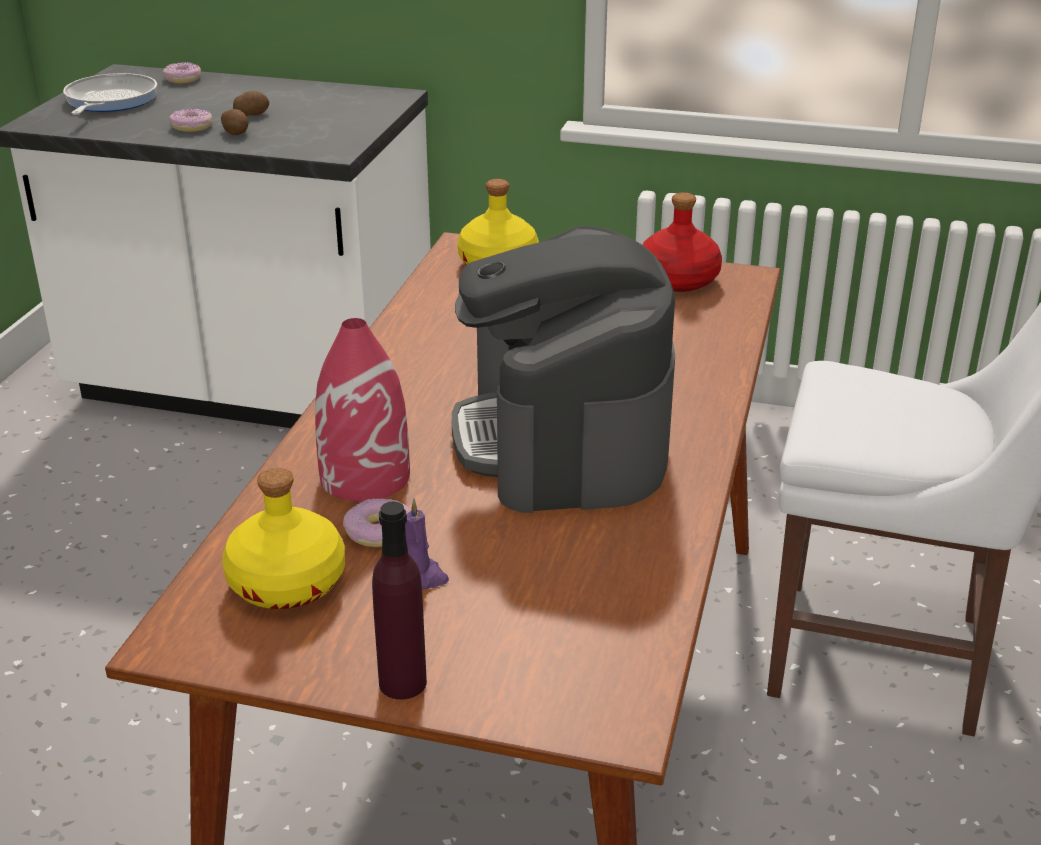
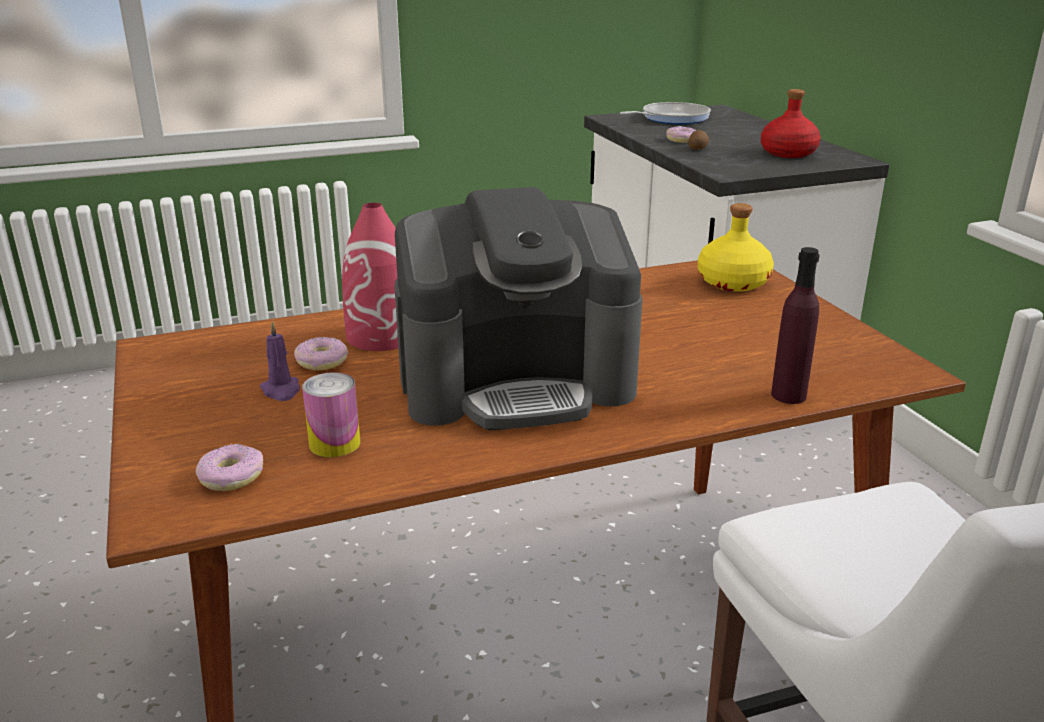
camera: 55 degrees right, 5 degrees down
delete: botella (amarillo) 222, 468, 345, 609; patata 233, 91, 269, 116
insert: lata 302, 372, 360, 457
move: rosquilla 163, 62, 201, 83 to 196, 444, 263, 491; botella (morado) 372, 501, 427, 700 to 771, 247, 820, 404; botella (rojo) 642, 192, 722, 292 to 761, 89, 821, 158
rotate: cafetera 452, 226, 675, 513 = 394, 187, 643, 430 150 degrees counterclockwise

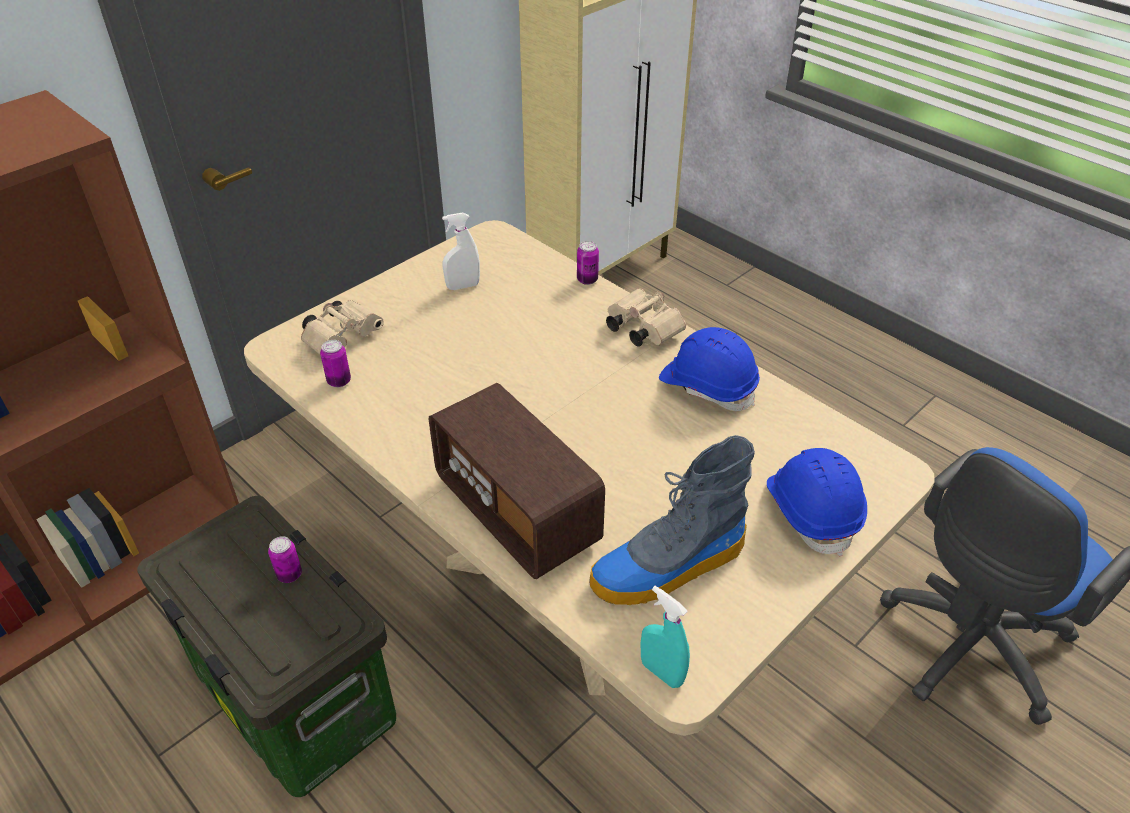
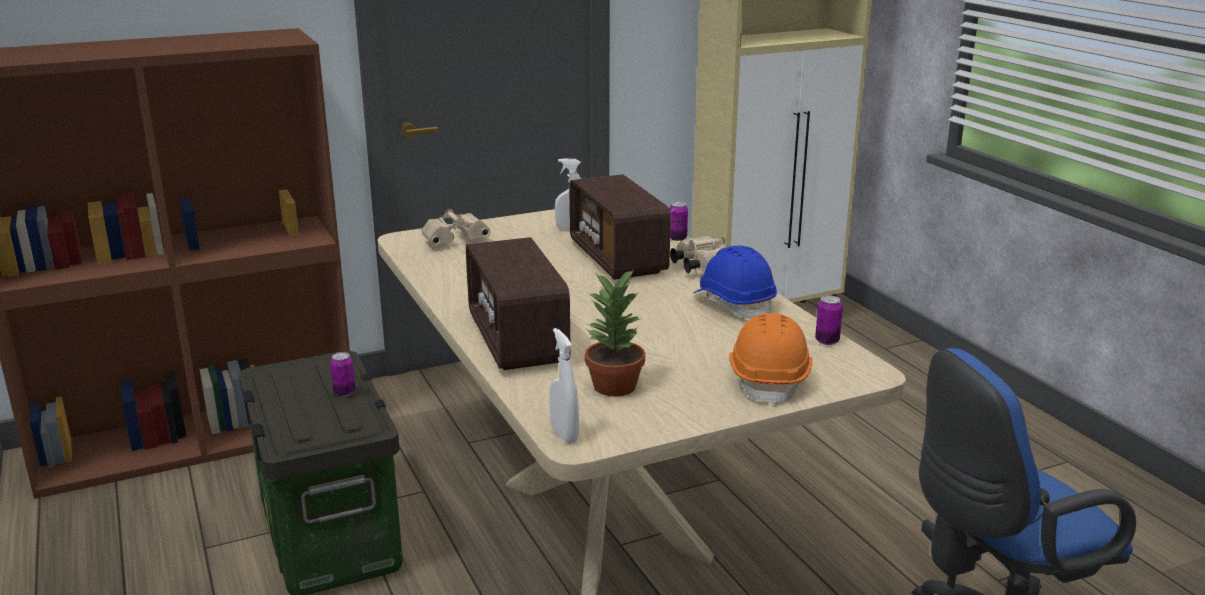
camera: 20 degrees right, 20 degrees down
insert: radio 569, 174, 671, 280
move: lata 320, 340, 351, 387 to 815, 296, 843, 345
replace: bota 589, 435, 755, 606 to planta en maceta 585, 268, 645, 396
recolor: pulverizador (turquesa) 641, 586, 690, 688 to pulverizador (blanco) 549, 328, 579, 444; casco (azul) 767, 448, 867, 556 to casco (naranja) 729, 313, 812, 407

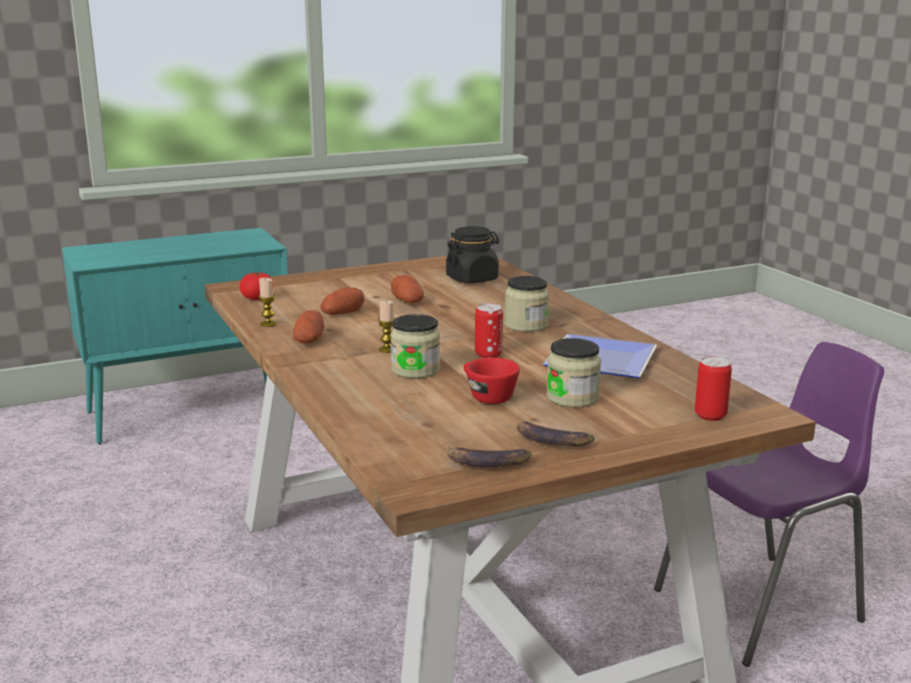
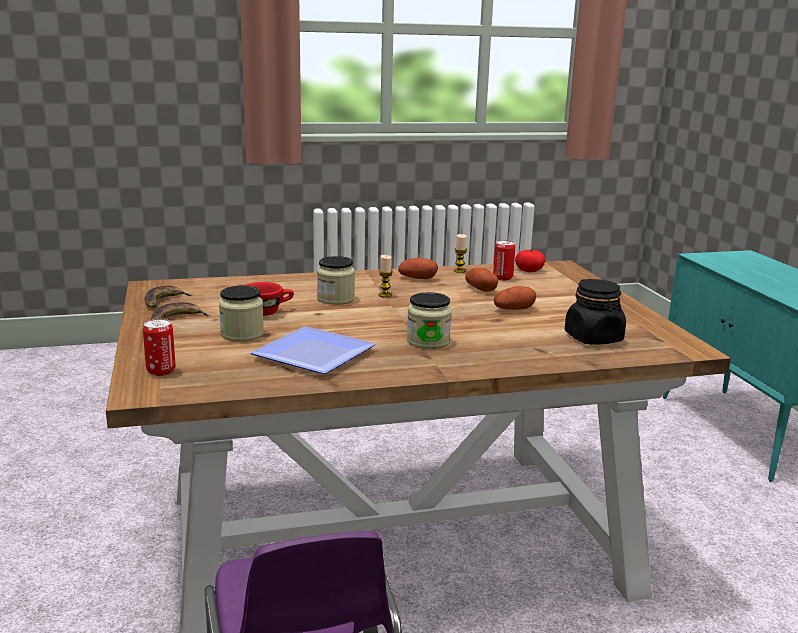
camera: 100 degrees right, 0 degrees up
move: lata 475, 303, 503, 358 to 493, 240, 515, 280

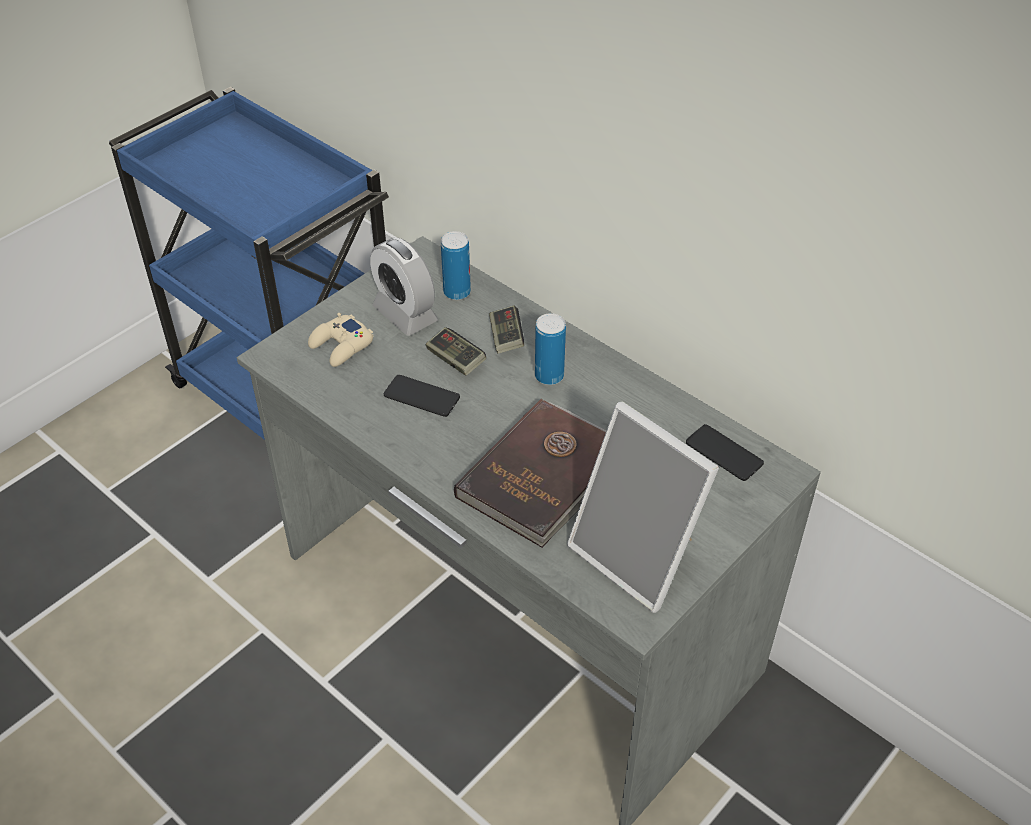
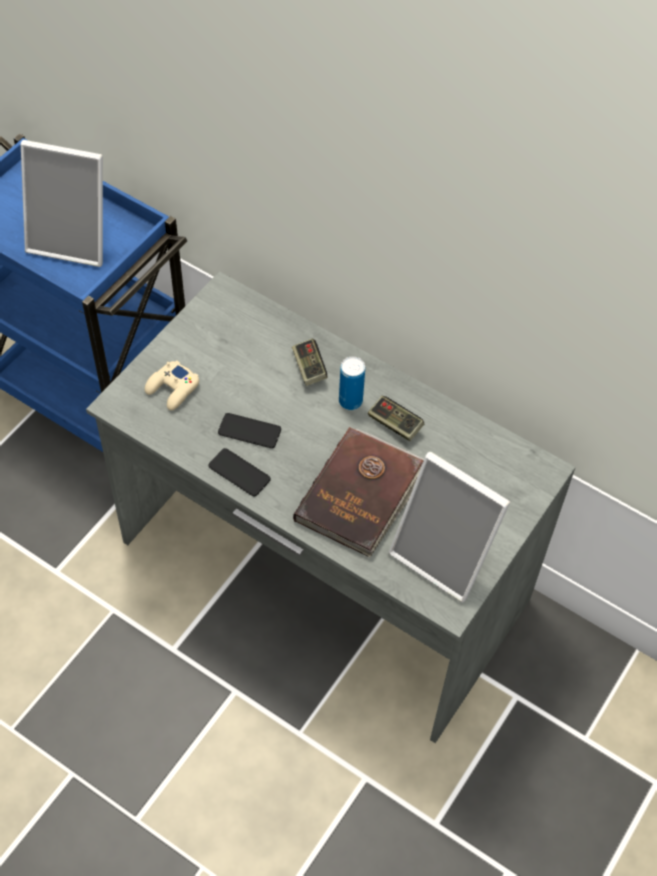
camera: 10 degrees left, 10 degrees up
delete: despertador 370, 237, 438, 336; lata 441, 231, 471, 300
insert: portarretratos 21, 140, 103, 267
move: mando de consola 426, 327, 486, 376 to 368, 396, 424, 441; móvil 686, 424, 764, 481 to 209, 448, 271, 497

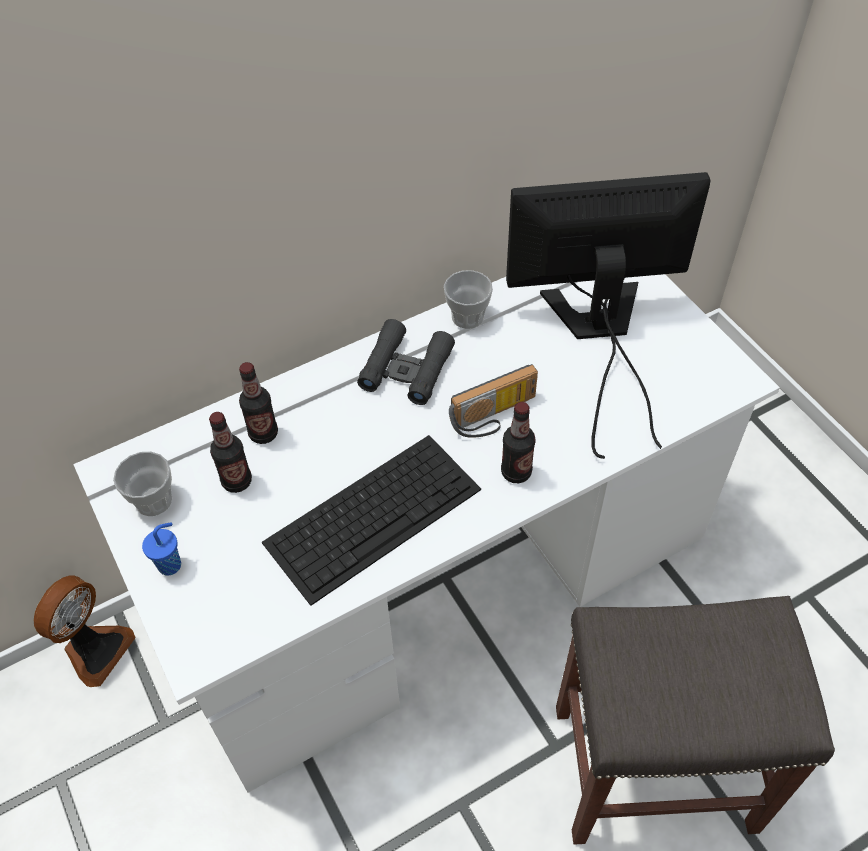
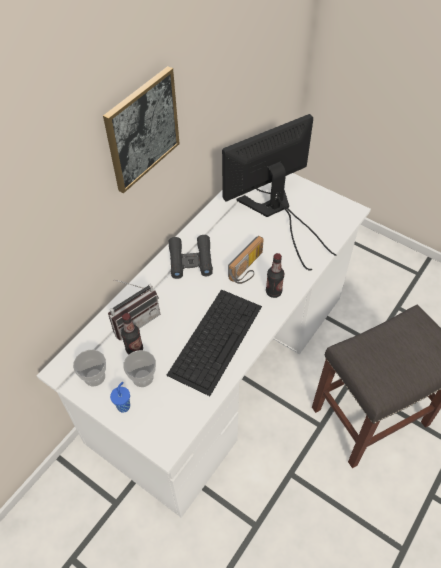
camera: 25 degrees left, 0 degrees up
delete: ventilador 34, 575, 136, 687
insert: cuadro 103, 66, 180, 193
move: taza 444, 270, 493, 329 to 123, 350, 156, 387
replace: botella 239, 362, 278, 444 to radio 108, 279, 160, 340

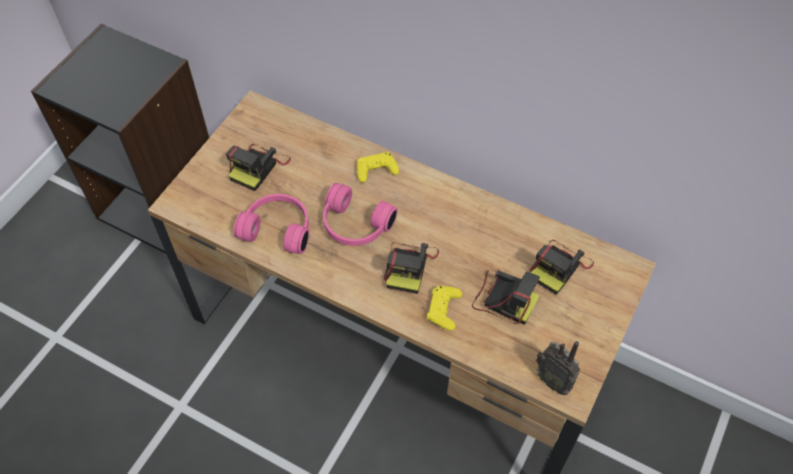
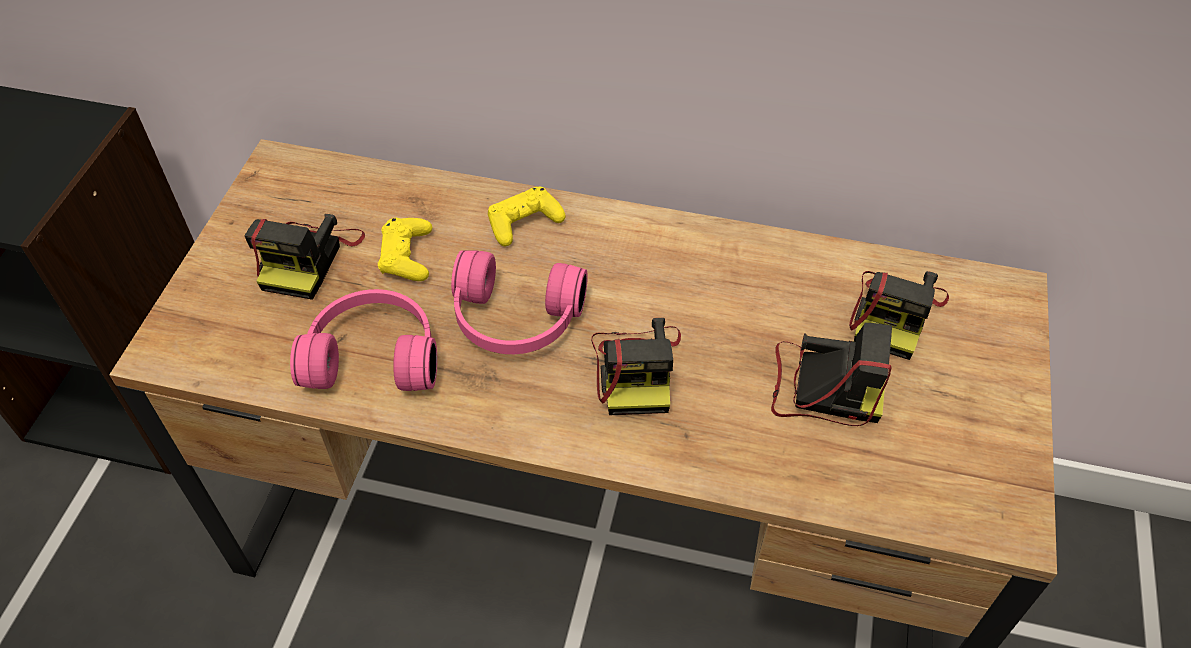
camera: 15 degrees left, 5 degrees down
delete: radio 536, 341, 580, 395
move: mando de consola (amarillo) 427, 286, 462, 331 to 378, 218, 432, 281

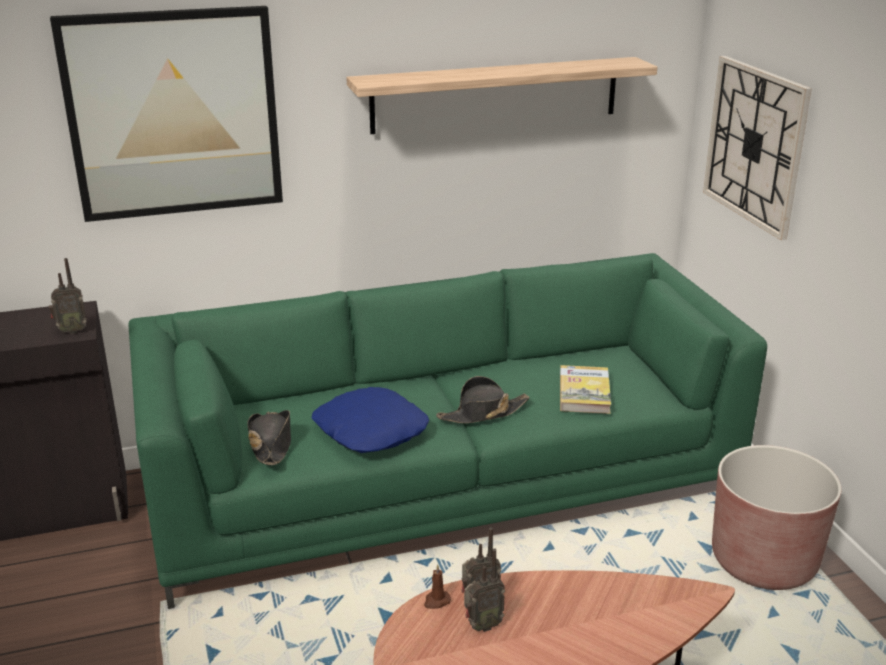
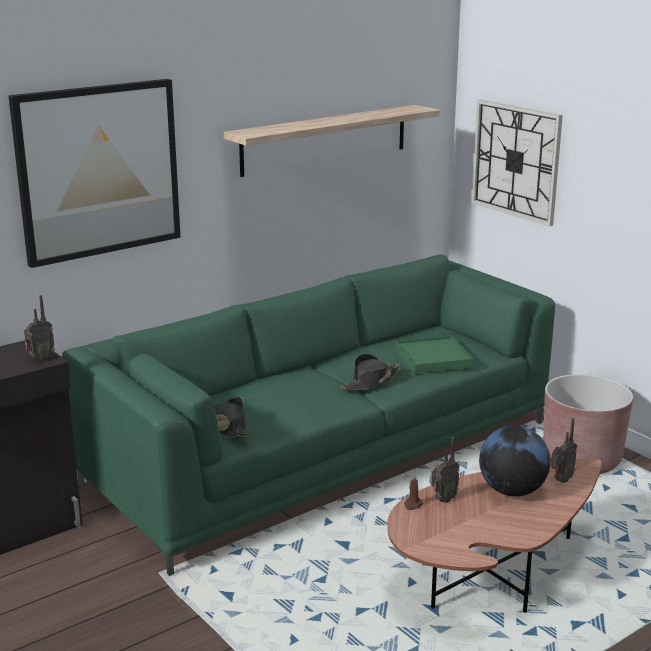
camera: 20 degrees left, 5 degrees down
delete: cojín (azul) 312, 387, 429, 453
insert: globo terráqueo 479, 425, 550, 496
move: radio 464, 548, 505, 632 to 551, 418, 577, 483
replace: libro 560, 365, 611, 414 to bandeja (verde) 395, 336, 474, 374

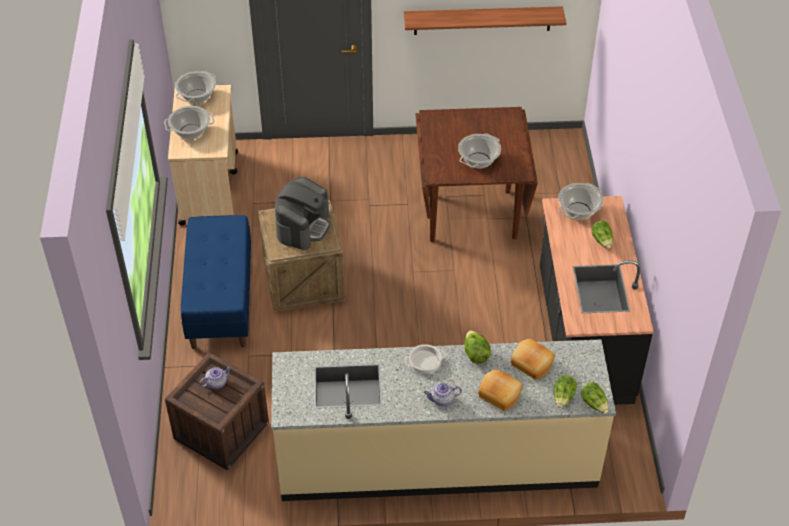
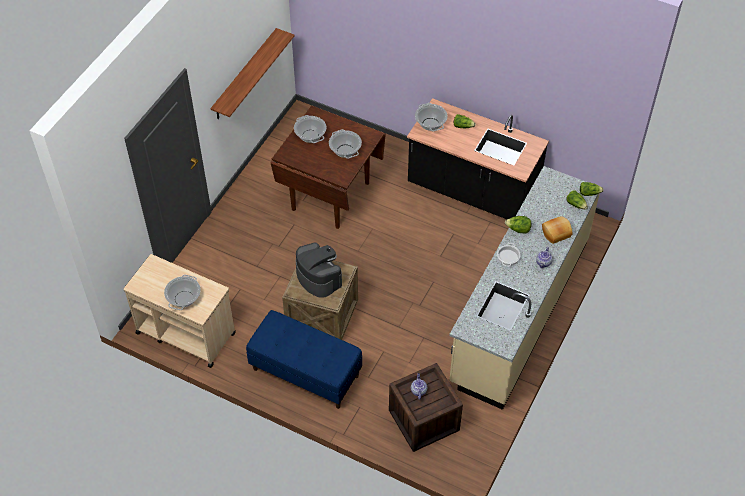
camera: 60 degrees left, 5 degrees up
delete: pan 511, 339, 555, 380
move: olla 175, 71, 216, 104 to 294, 115, 326, 143

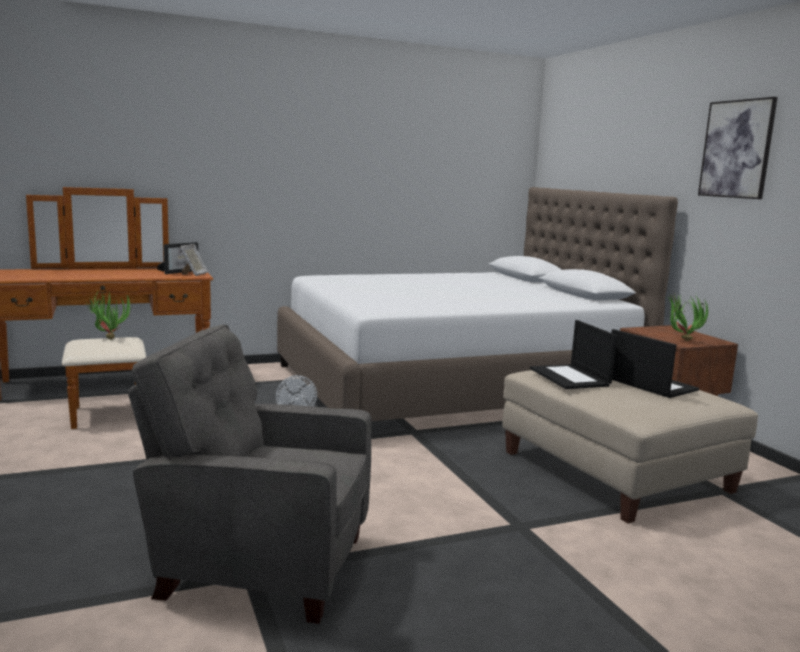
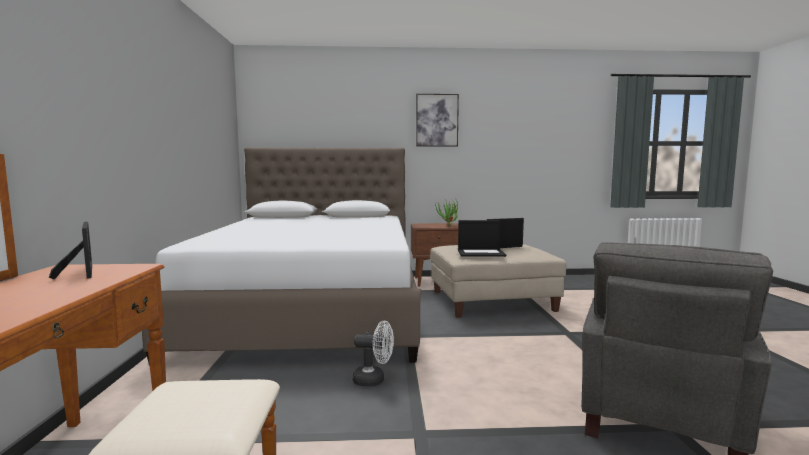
camera: 70 degrees left, 5 degrees down
delete: planta en maceta 86, 292, 132, 340; portarretratos 180, 244, 208, 276

